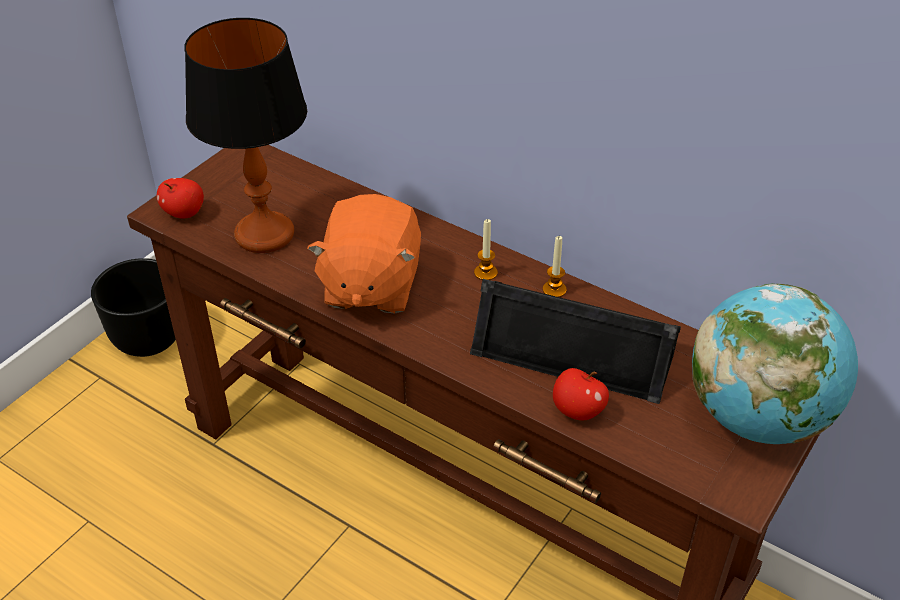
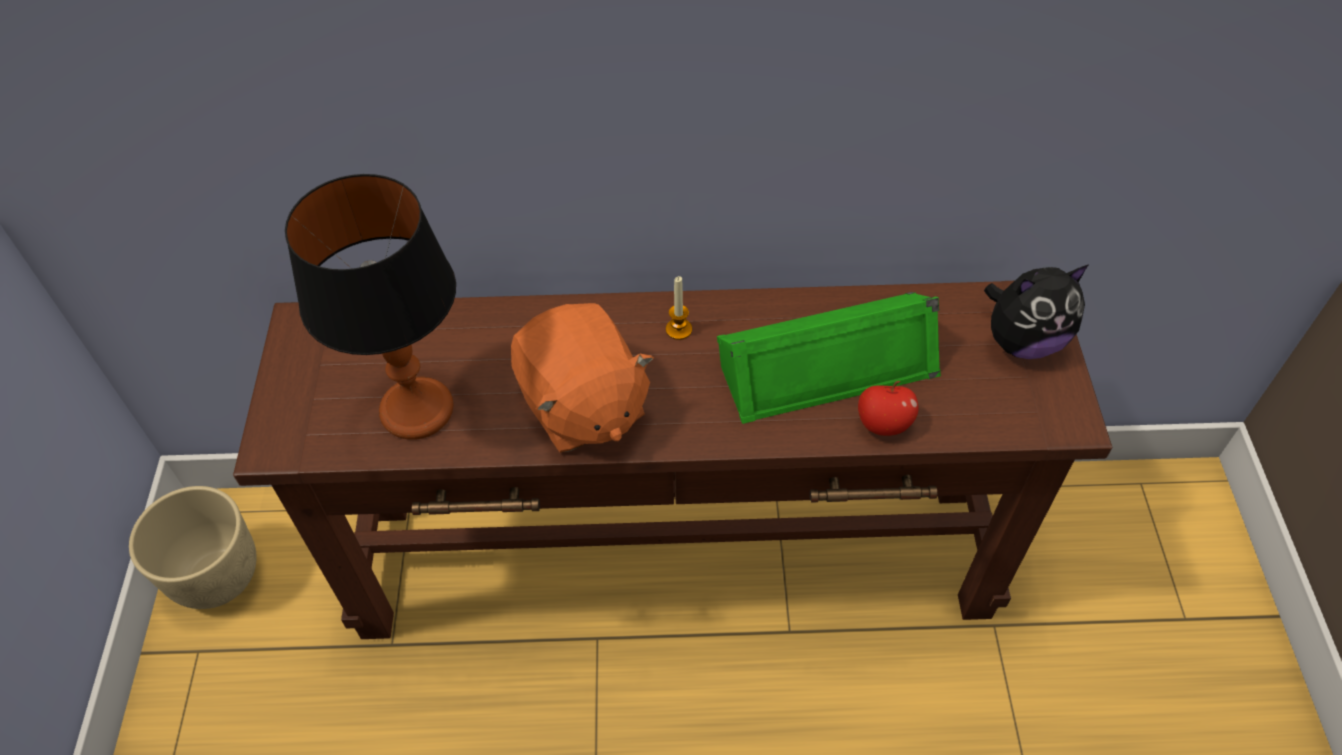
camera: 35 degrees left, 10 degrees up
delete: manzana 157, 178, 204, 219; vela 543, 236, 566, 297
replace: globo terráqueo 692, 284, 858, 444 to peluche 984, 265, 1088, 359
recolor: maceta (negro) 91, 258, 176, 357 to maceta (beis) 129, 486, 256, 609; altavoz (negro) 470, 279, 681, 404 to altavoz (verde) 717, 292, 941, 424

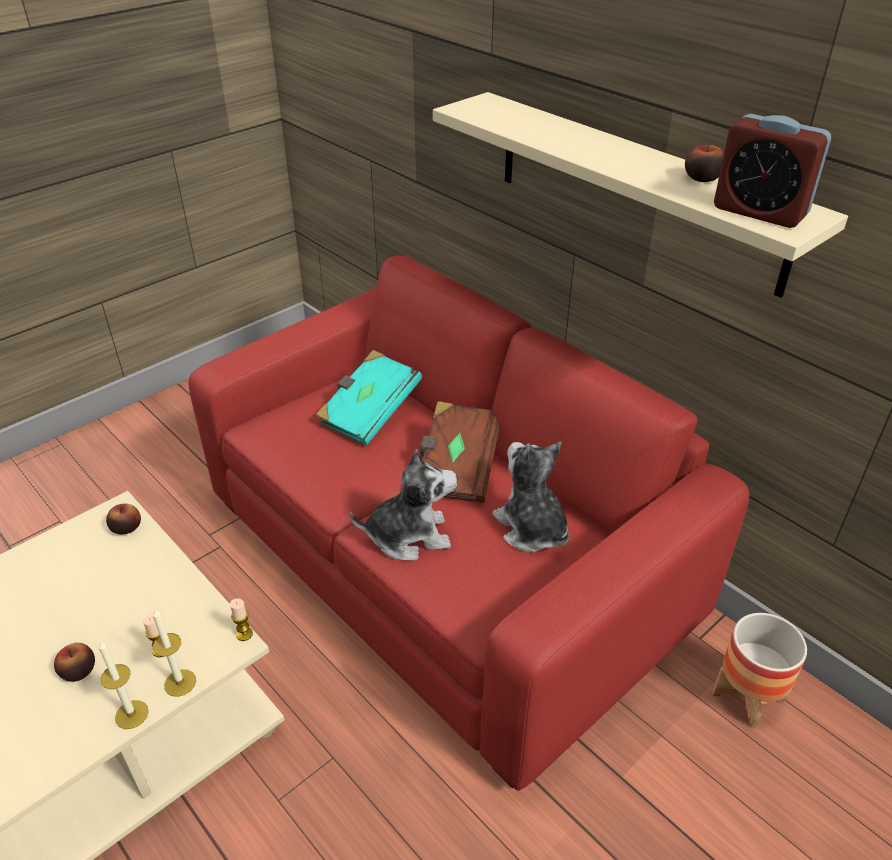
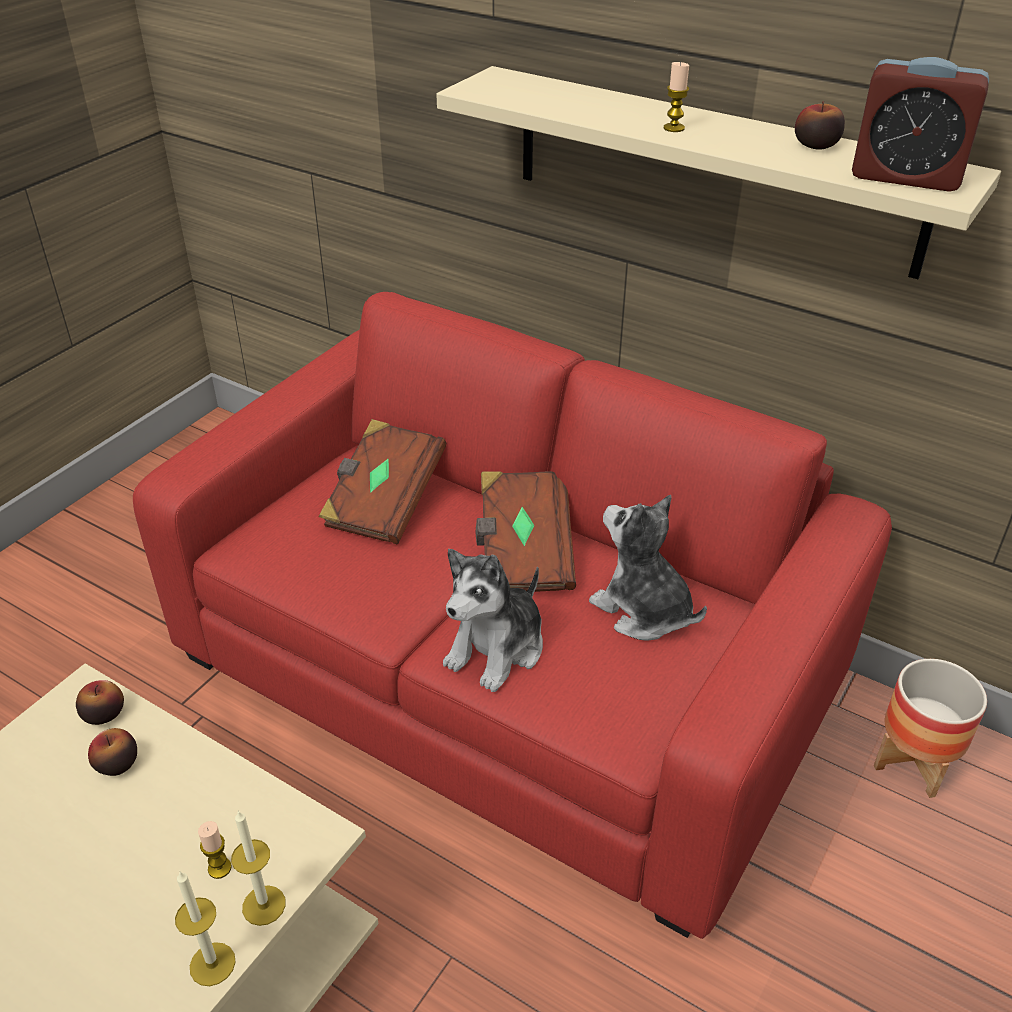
camera: 15 degrees left, 0 degrees up
move: manzana 54, 643, 95, 682 to 88, 728, 137, 776; vela 230, 598, 253, 641 to 664, 62, 689, 132
recolor: libro (turquesa) 315, 350, 422, 445 to libro (marrón) 318, 419, 446, 544
rotate: peluche 350, 449, 457, 561 = 443, 549, 543, 692 150 degrees clockwise

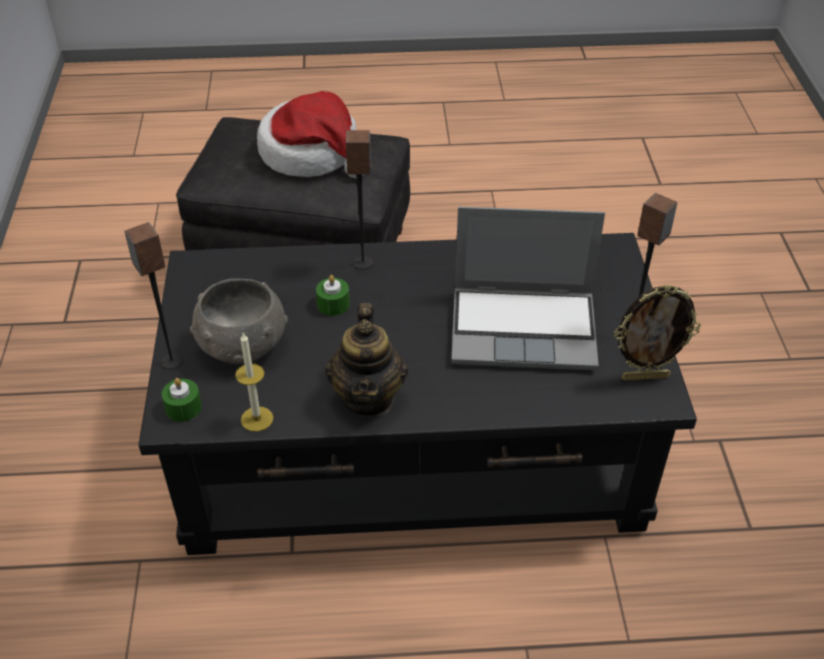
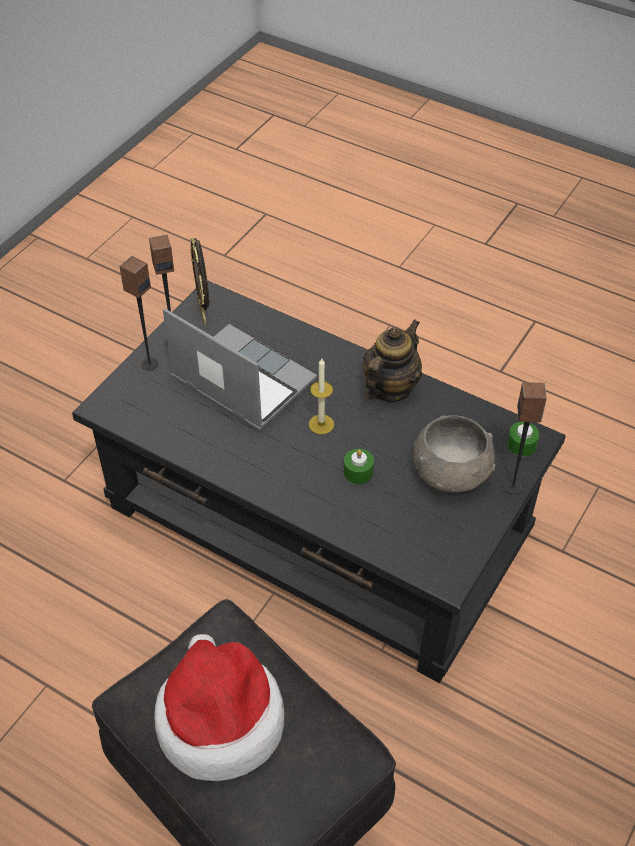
camera: 145 degrees left, 5 degrees up
move: vela 235, 333, 273, 432 to 309, 358, 334, 435; altavoz 346, 130, 373, 269 to 119, 256, 158, 371
rotate: portarretratos 614, 284, 701, 381 = 190, 236, 209, 324 135 degrees counterclockwise

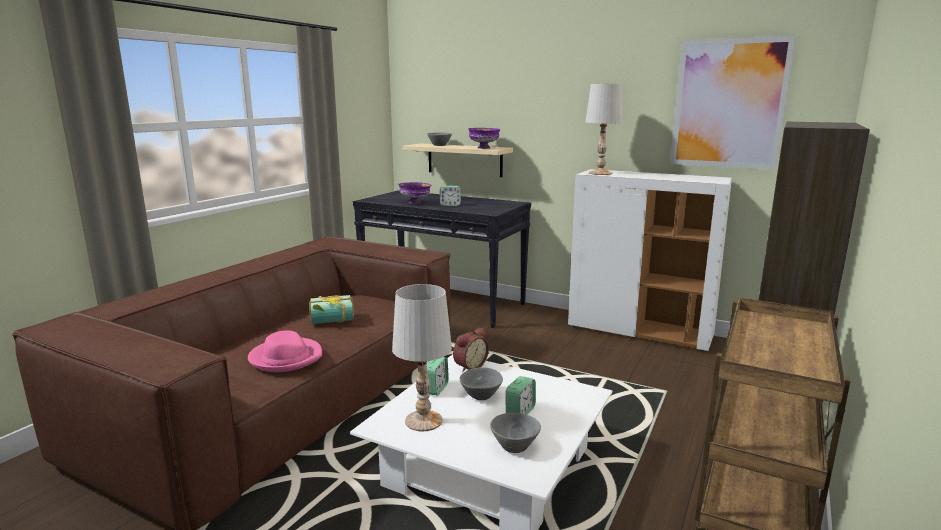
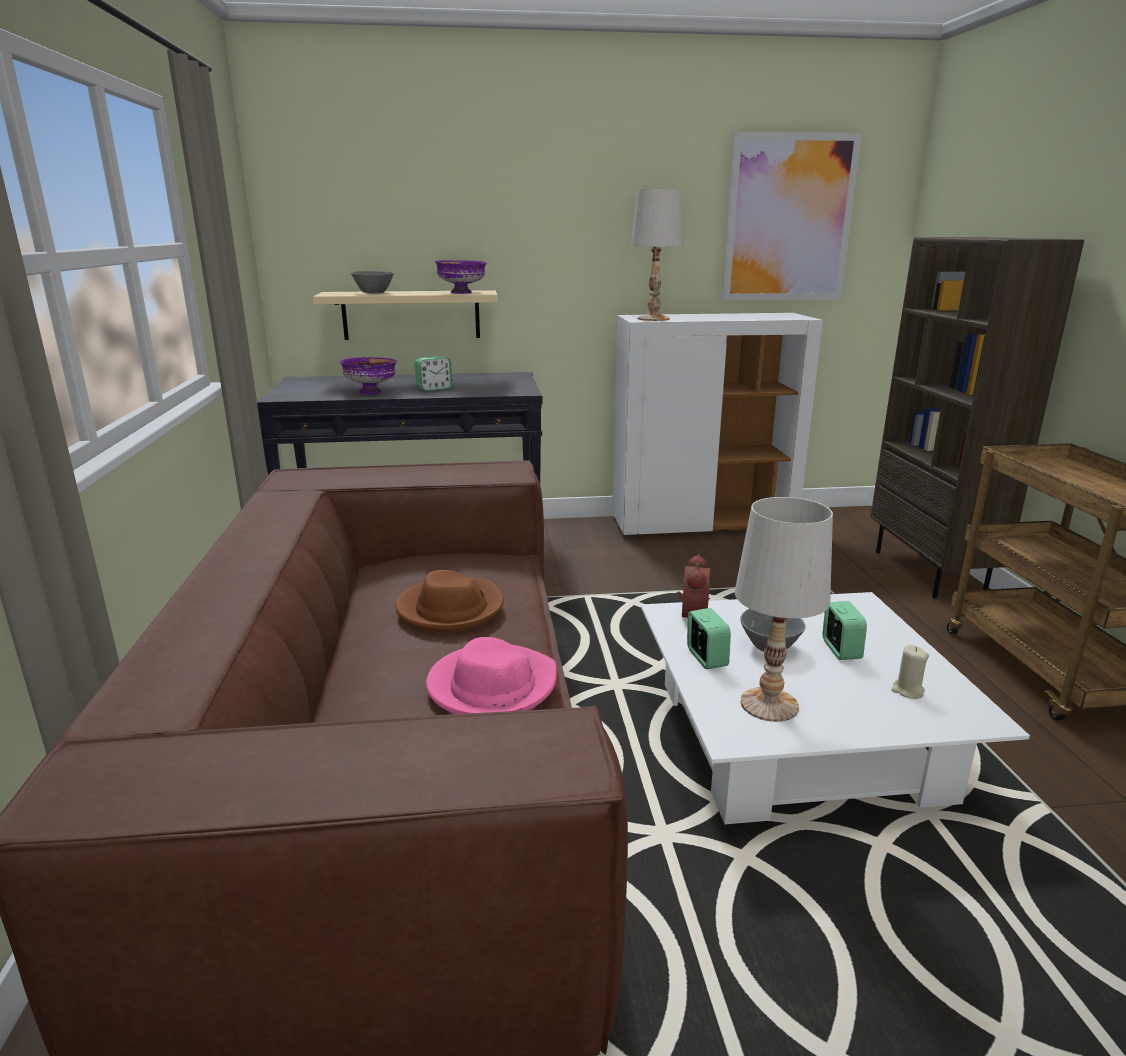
camera: 35 degrees left, 5 degrees up
replace: libro 309, 295, 354, 324 to sombrero (marrón) 395, 570, 504, 632; cuenco (gris) 490, 413, 541, 453 to vela (beis) 891, 645, 929, 699

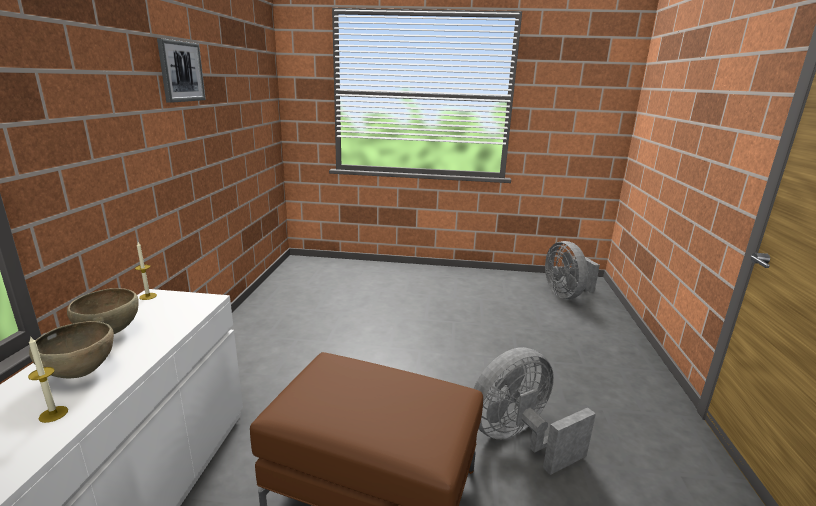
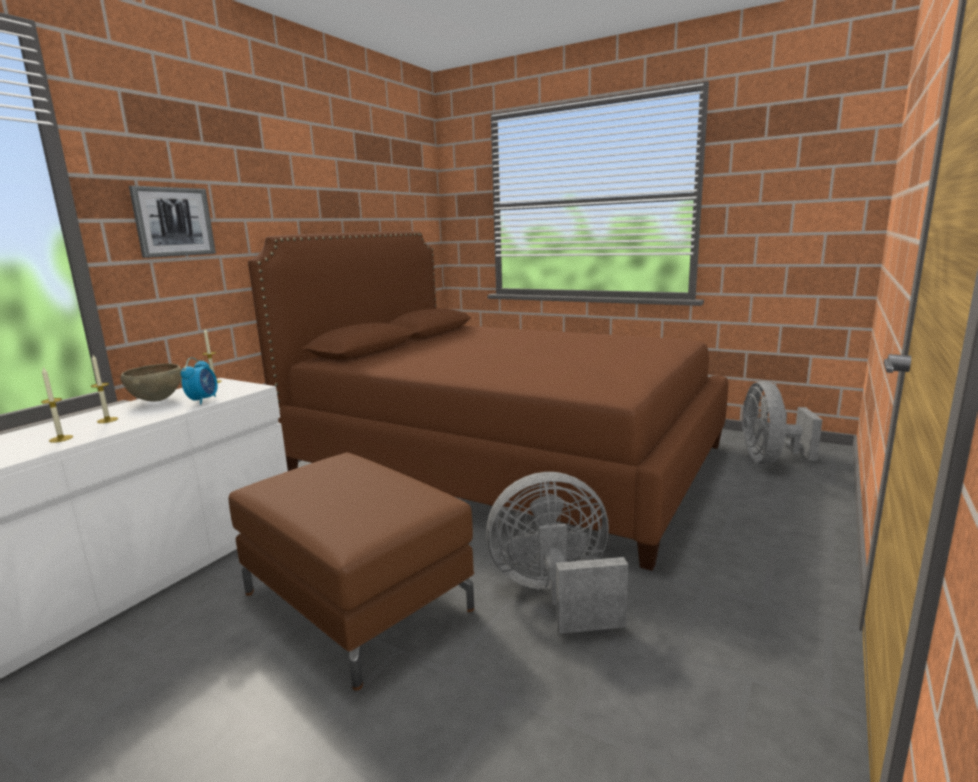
camera: 25 degrees right, 5 degrees down
insert: despertador 181, 357, 218, 405; cama (marrón) 248, 231, 728, 571
move: cuadro 157, 38, 206, 103 to 129, 186, 216, 258
replace: cuenco (marrón) 29, 321, 114, 378 to vela 90, 355, 118, 423

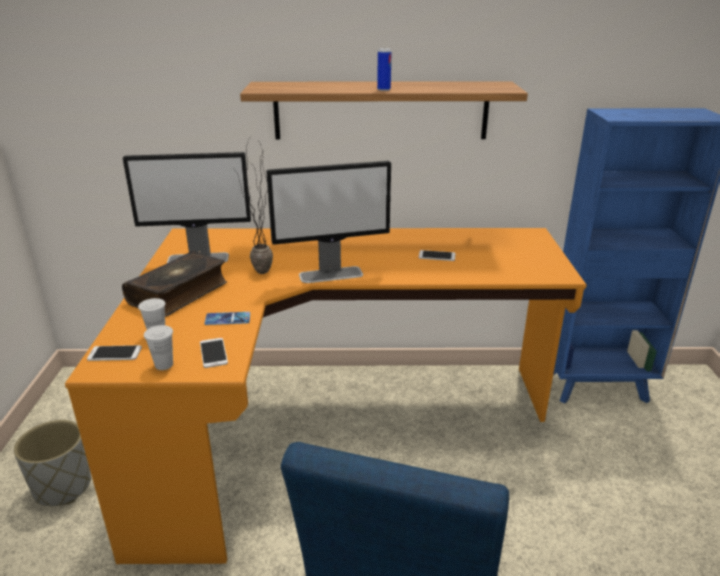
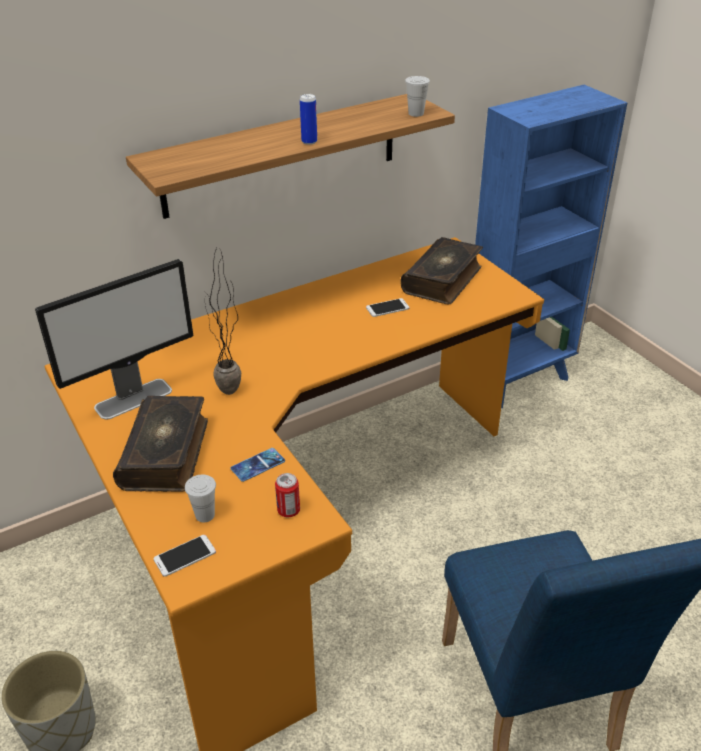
camera: 30 degrees left, 10 degrees up
delete: monitor 266, 161, 391, 283
insert: libro 401, 237, 483, 304
move: taza (blanco) 144, 325, 173, 370 to 405, 76, 430, 117
replace: móvil 200, 338, 228, 368 to lata 275, 473, 300, 517

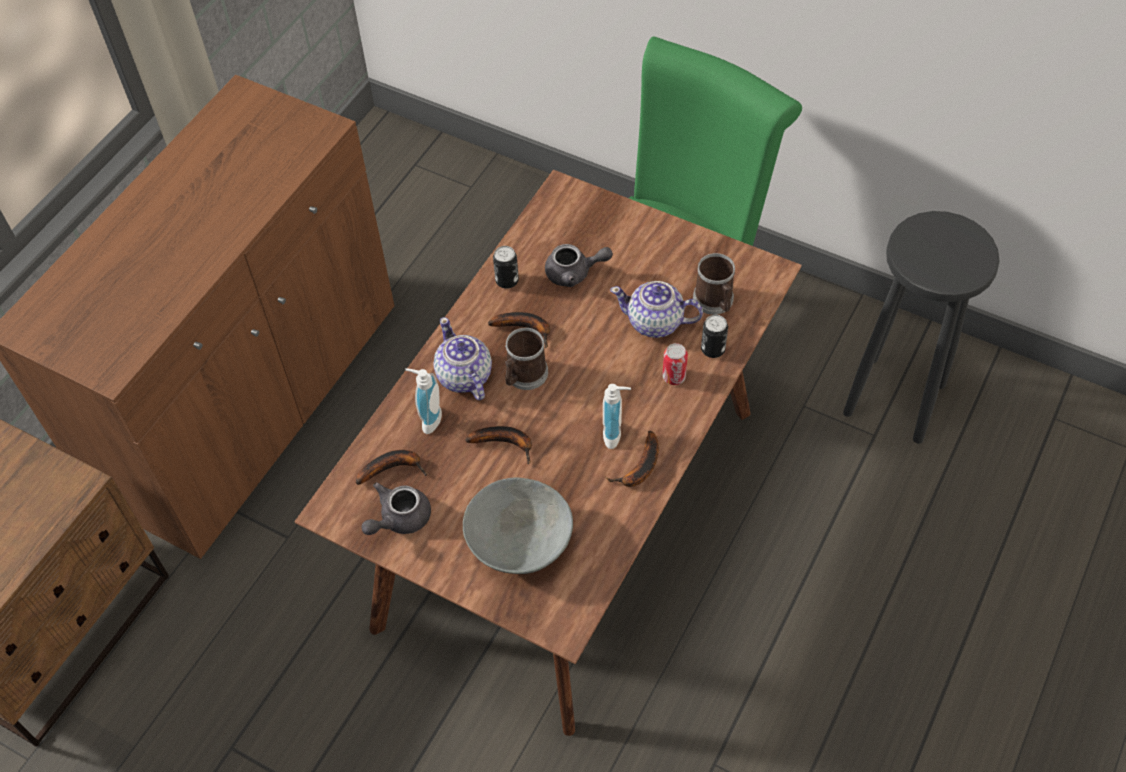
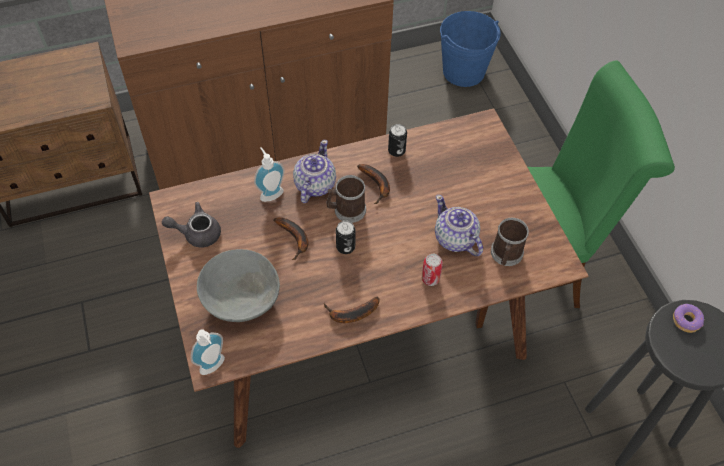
camera: 40 degrees right, 0 degrees up
delete: plátano 356, 450, 428, 485; tetera (gris) 545, 244, 613, 287
insert: cubo (azul) 440, 11, 500, 87; rosquilla 673, 304, 704, 333
move: dispensador de jabón 603, 384, 631, 449 to 191, 329, 225, 375; lata 701, 315, 728, 358 to 336, 221, 356, 254

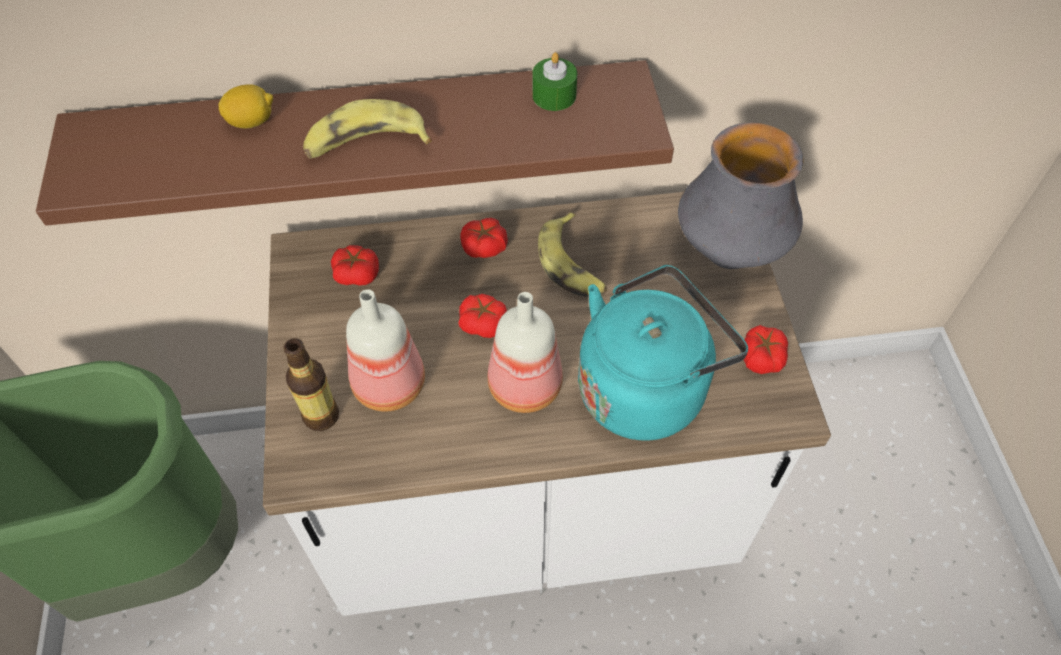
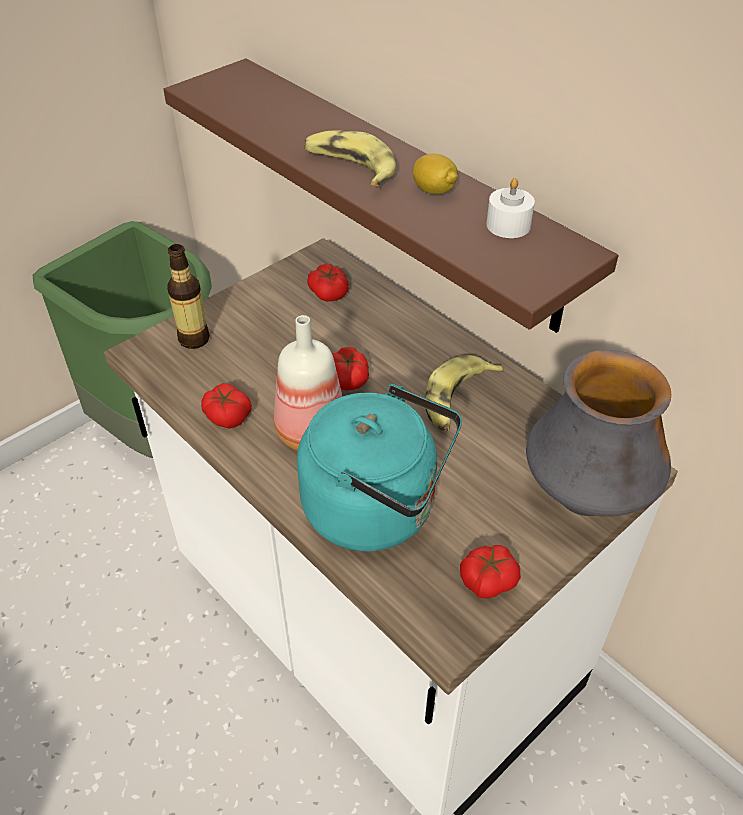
camera: 55 degrees right, 10 degrees down
delete: botella 346, 289, 425, 412
move: limón 218, 84, 273, 128 to 413, 153, 458, 194; tomate 460, 218, 508, 258 to 201, 383, 252, 429
recolor: vela (verde) 532, 52, 577, 111 to vela (blanco) 486, 178, 535, 238

